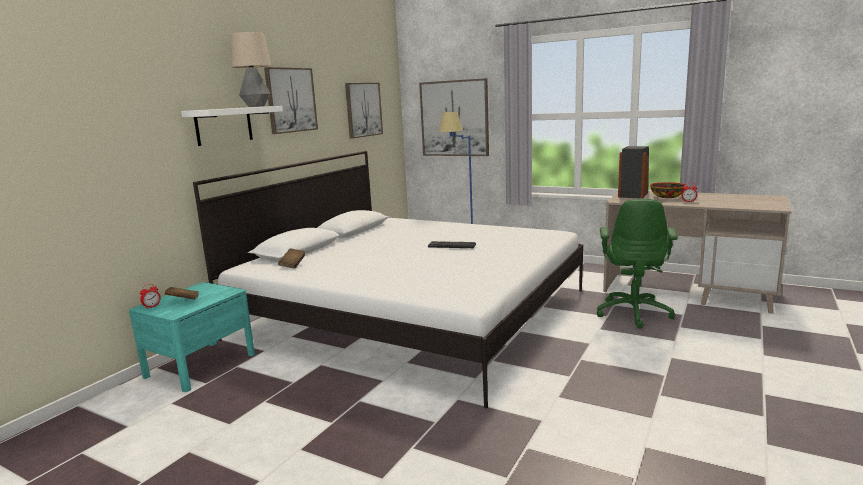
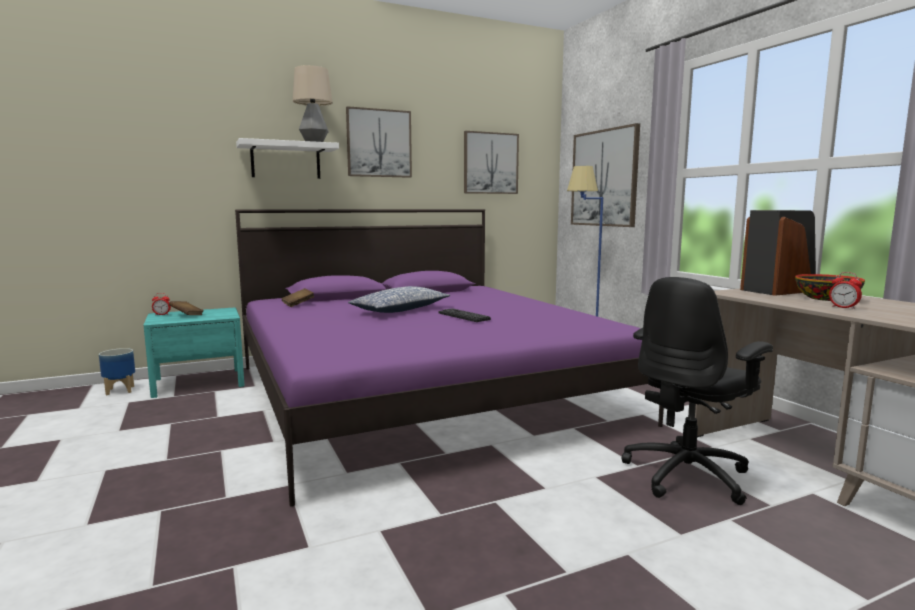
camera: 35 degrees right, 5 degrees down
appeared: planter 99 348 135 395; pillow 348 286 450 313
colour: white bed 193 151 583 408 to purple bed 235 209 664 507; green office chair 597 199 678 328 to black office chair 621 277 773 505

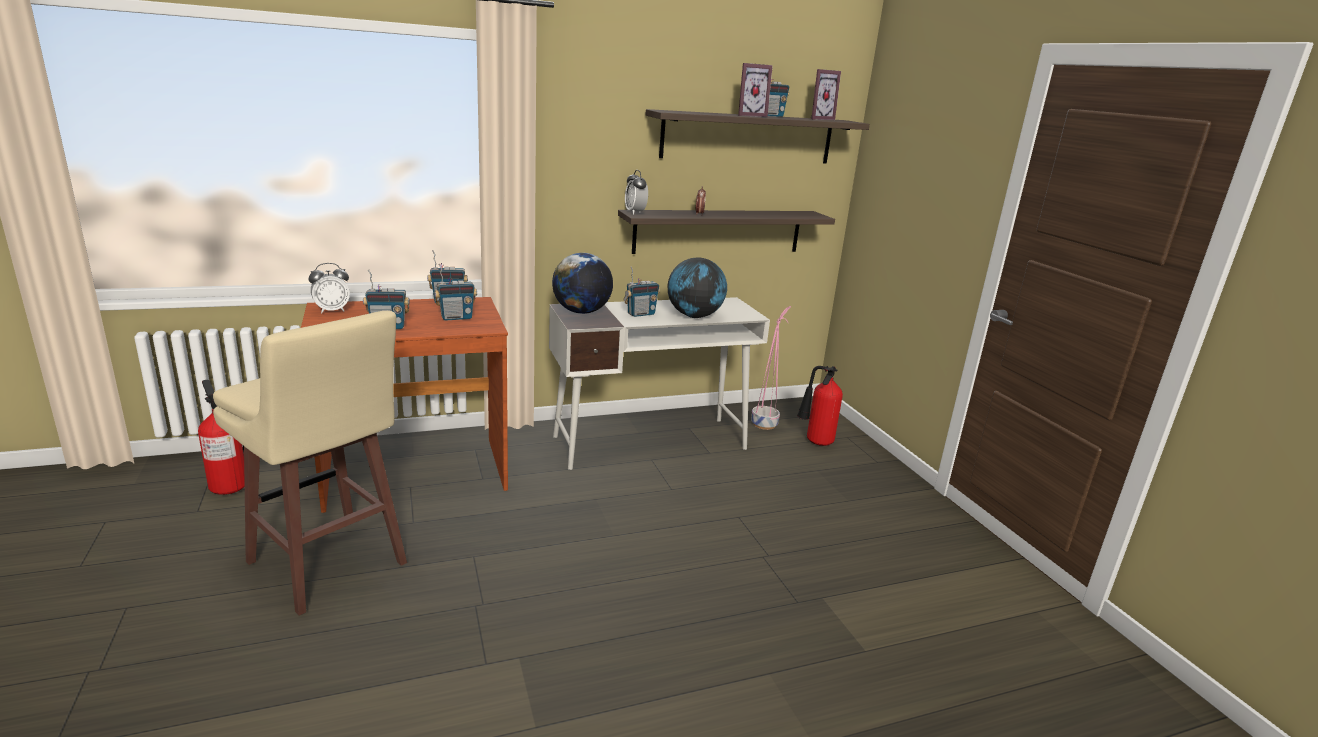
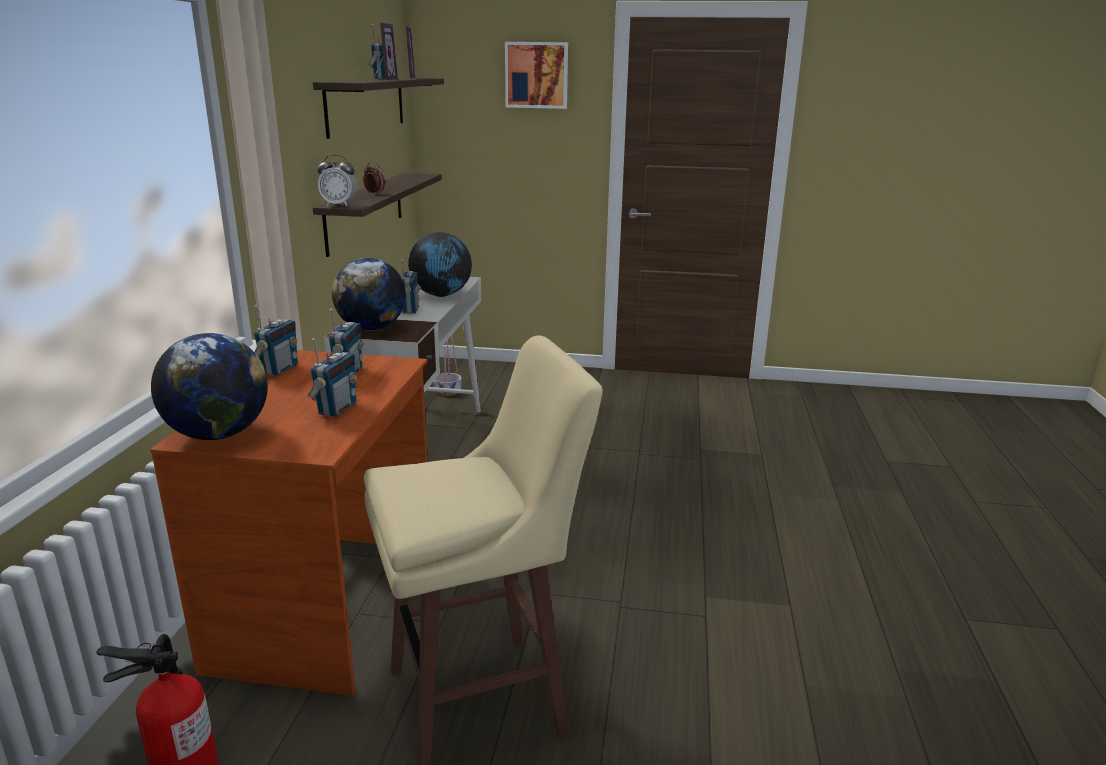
camera: 60 degrees left, 0 degrees up
missing: fire extinguisher 797 366 843 446
appeared: picture 505 42 568 109
exchanged: alarm clock 309 263 350 313 to globe 151 333 268 440

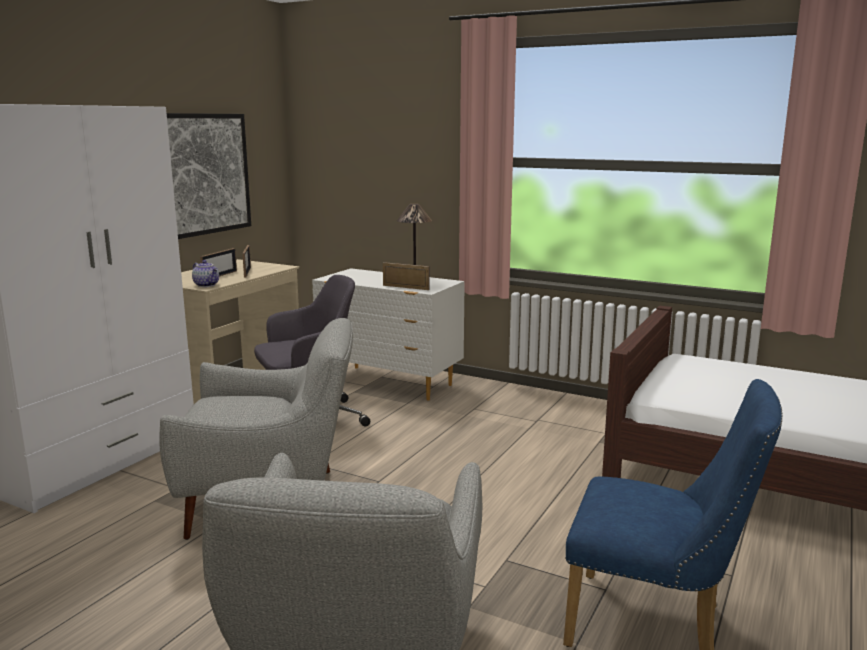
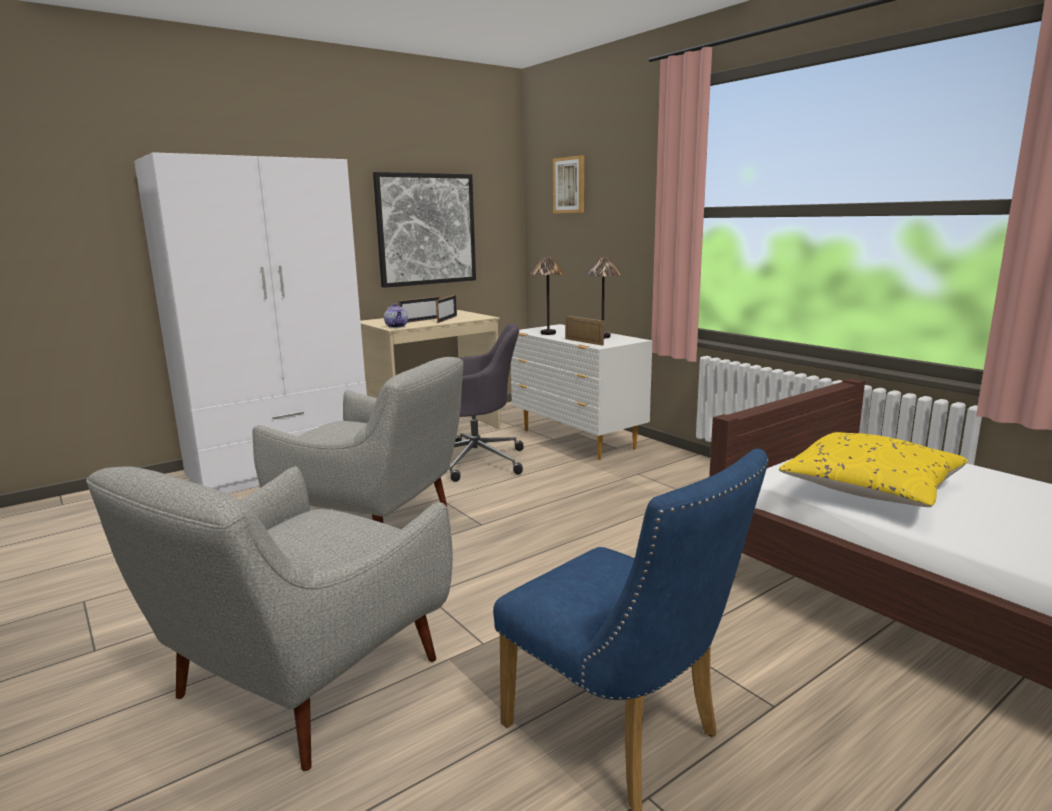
camera: 25 degrees right, 0 degrees up
appeared: table lamp 531 257 566 335; picture 553 155 584 213; yellow pillow 779 432 968 507

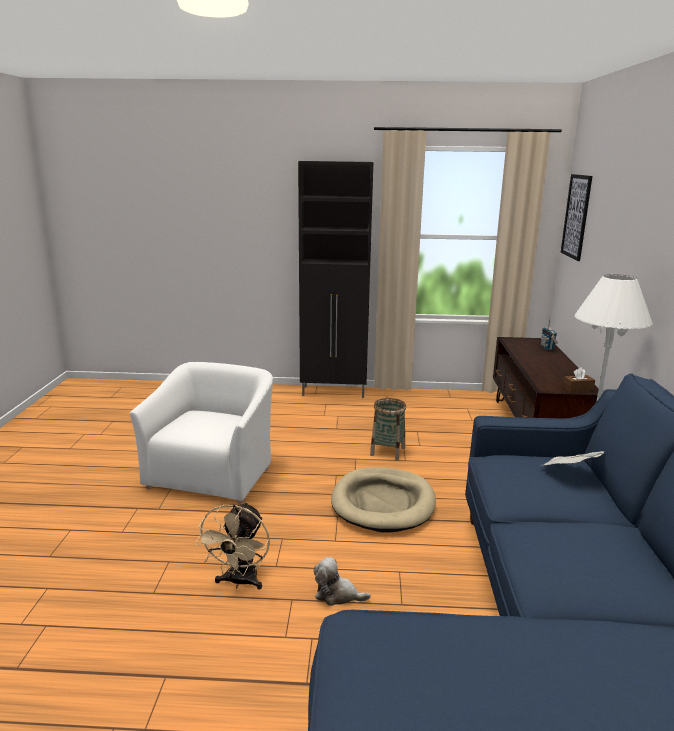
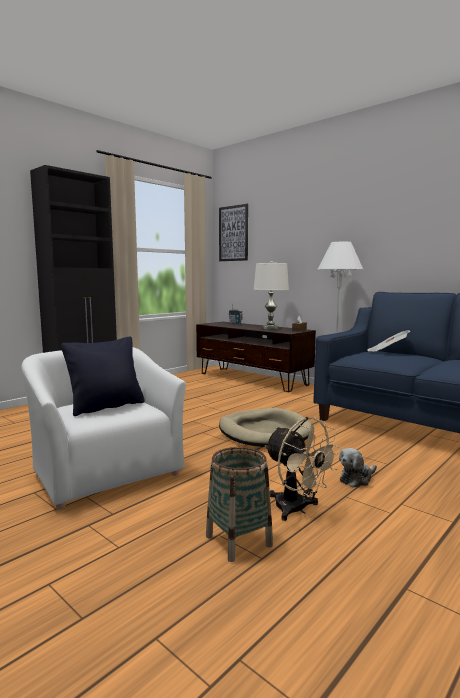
camera: 50 degrees left, 10 degrees down
appeared: black pillow 61 337 145 416; white table lamp 254 261 289 330
relocated: basket 370 398 406 460 to 206 447 273 562

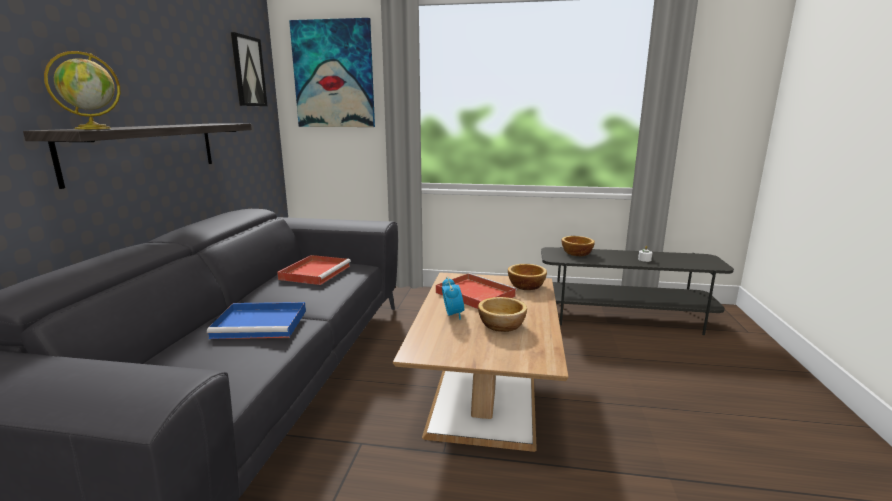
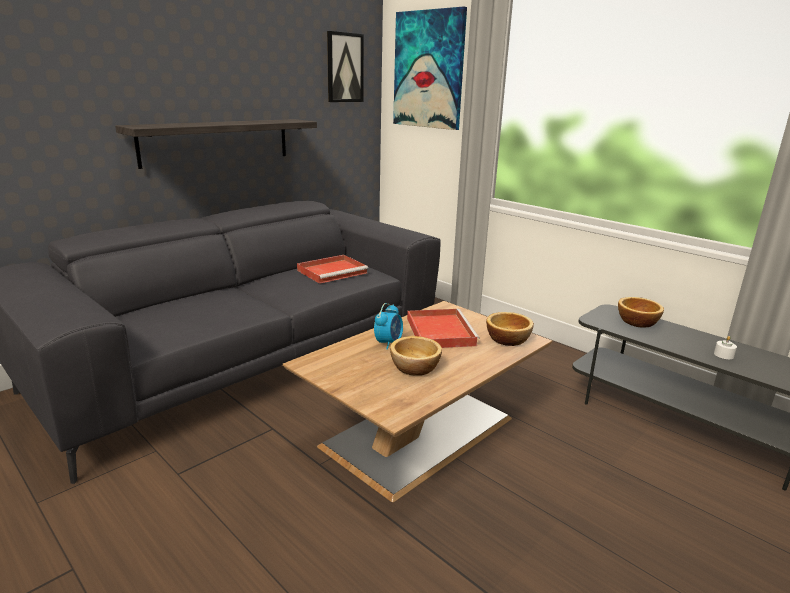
camera: 35 degrees right, 5 degrees up
missing: globe 44 51 120 129; blue tray 207 302 306 339

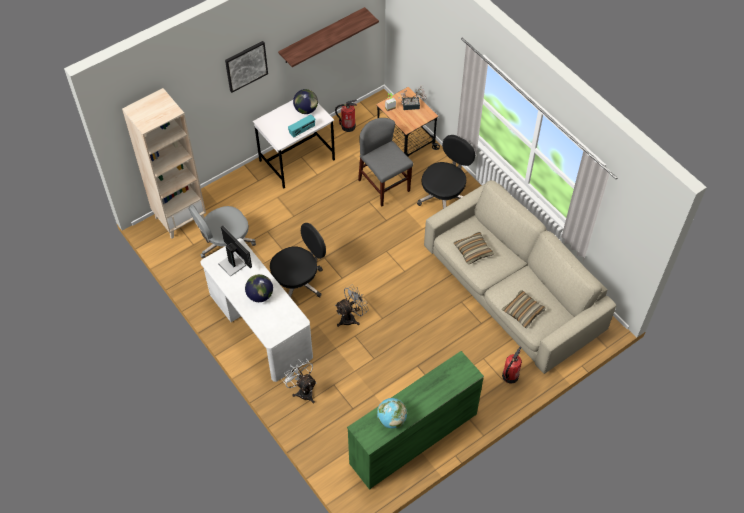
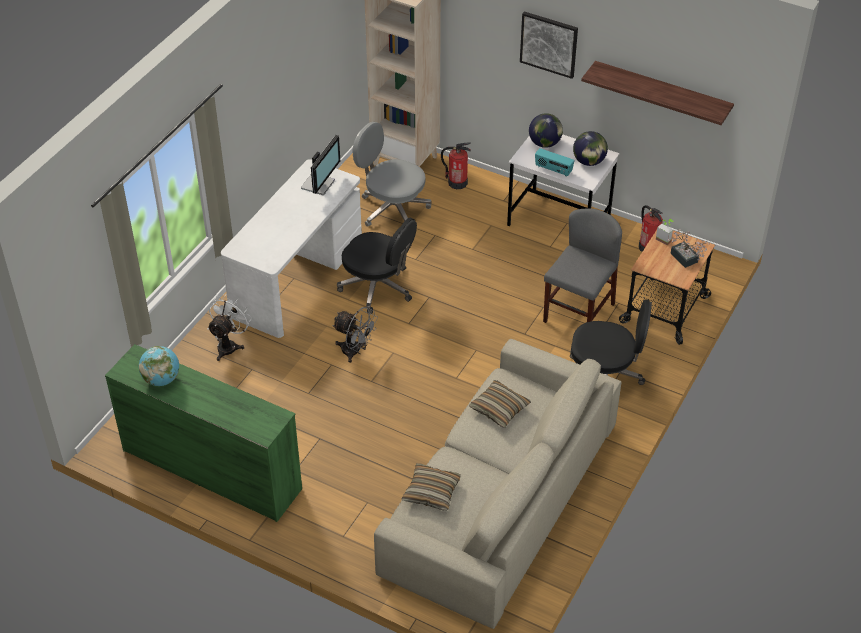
camera: 65 degrees right, 10 degrees down
relocated: fire extinguisher 502 347 522 384 to 441 142 471 189; globe 245 274 273 302 to 529 113 563 148

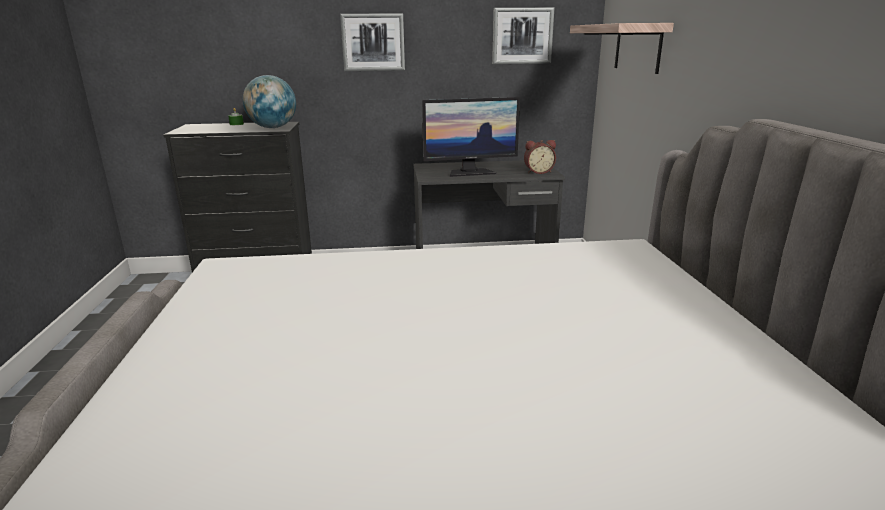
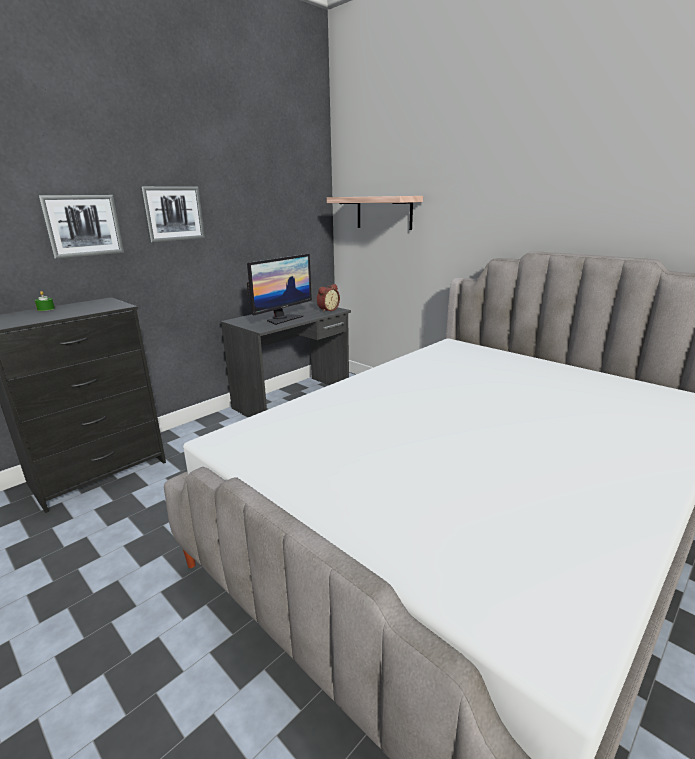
camera: 40 degrees left, 0 degrees up
missing: globe 243 75 296 128
relocated: picture 492 8 554 64 to 38 195 124 259

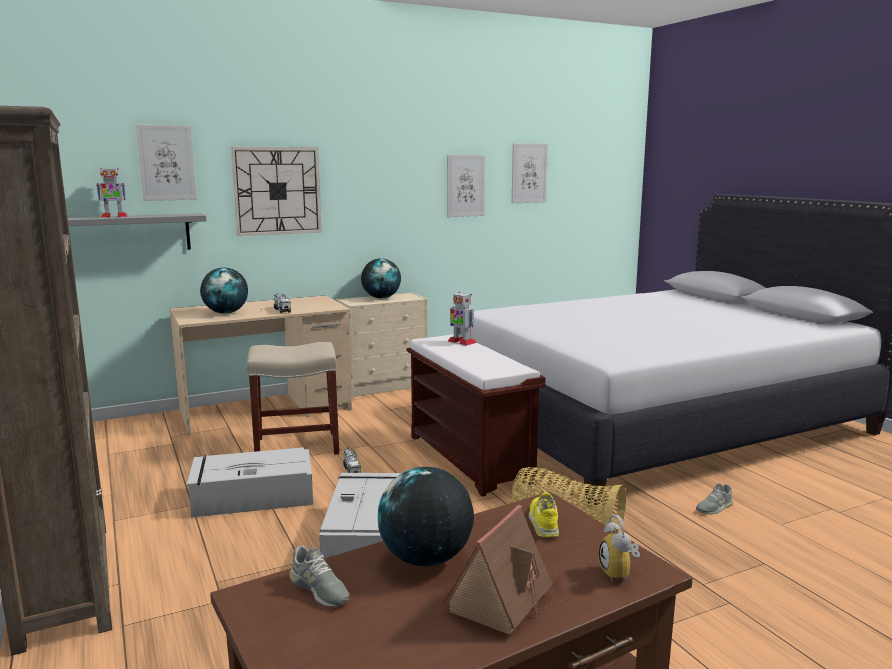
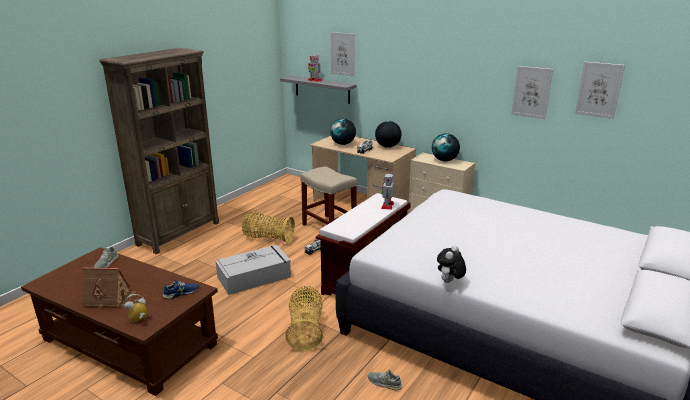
camera: 60 degrees right, 10 degrees up
missing: wall clock 231 147 322 236
appeared: plush toy 437 245 466 283
relocated: globe 378 467 474 566 to 375 121 401 148
exchanged: grey storage box 187 447 313 518 to basket 242 212 295 243
colour: yellow shoe 529 492 559 537 to blue shoe 163 279 199 299

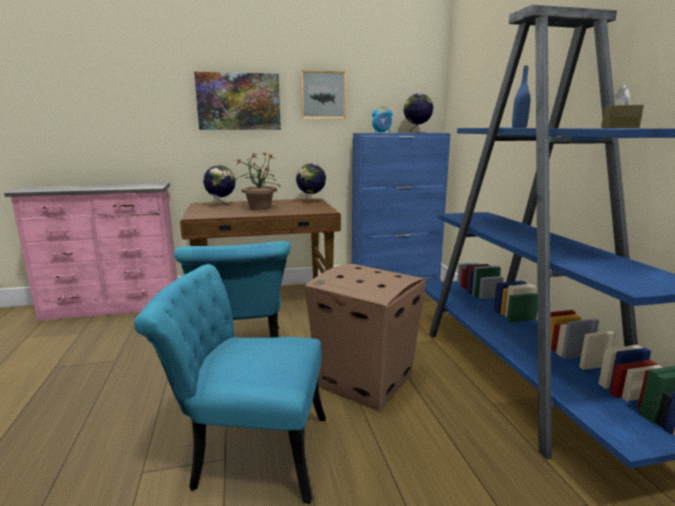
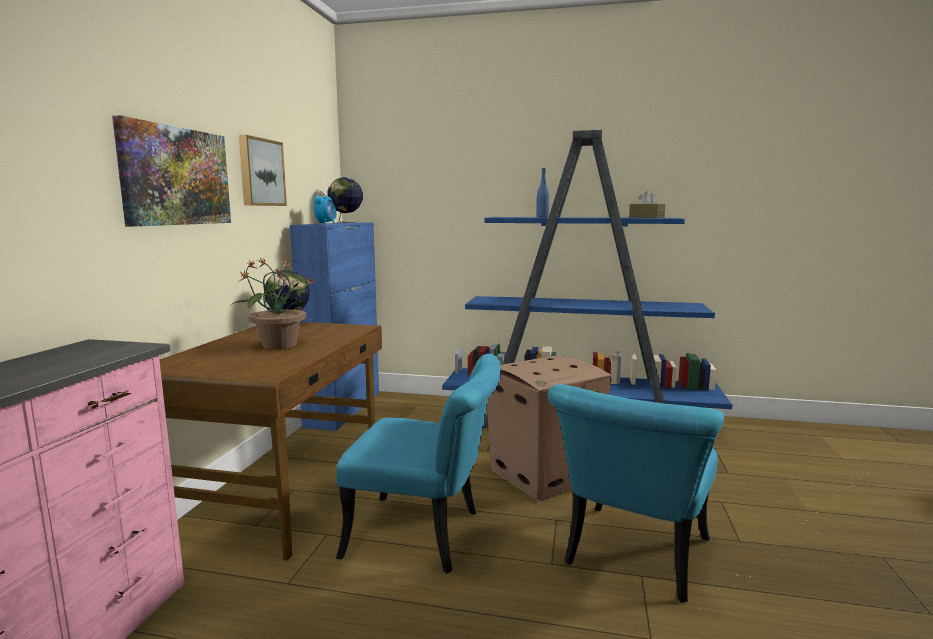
camera: 65 degrees left, 5 degrees down
missing: globe 203 165 236 208

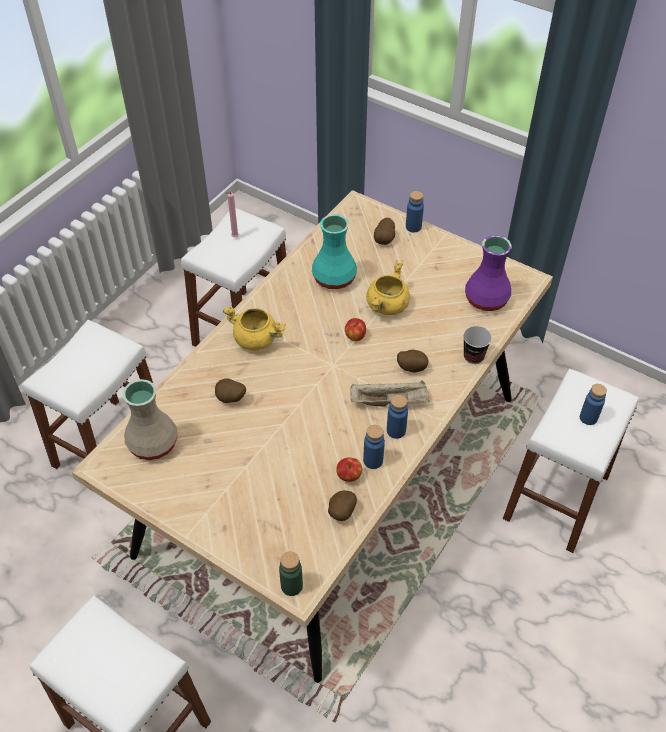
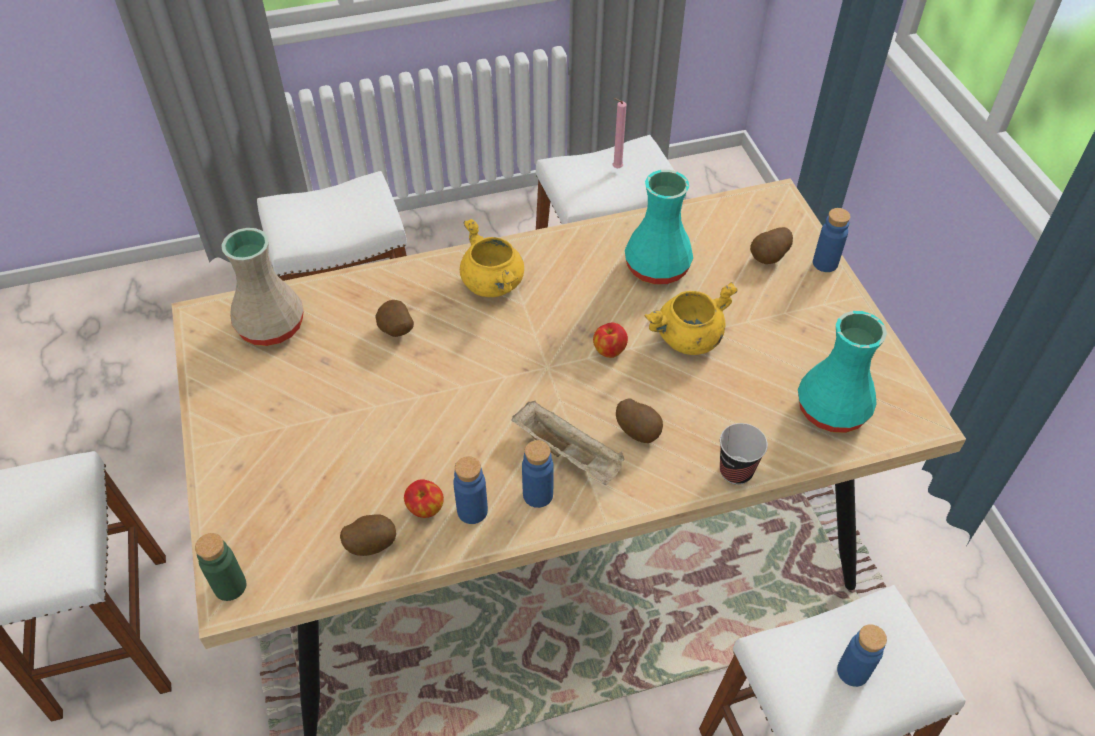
camera: 40 degrees right, 0 degrees up
colour: purple vase 465 235 511 311 to turquoise vase 798 311 887 433

